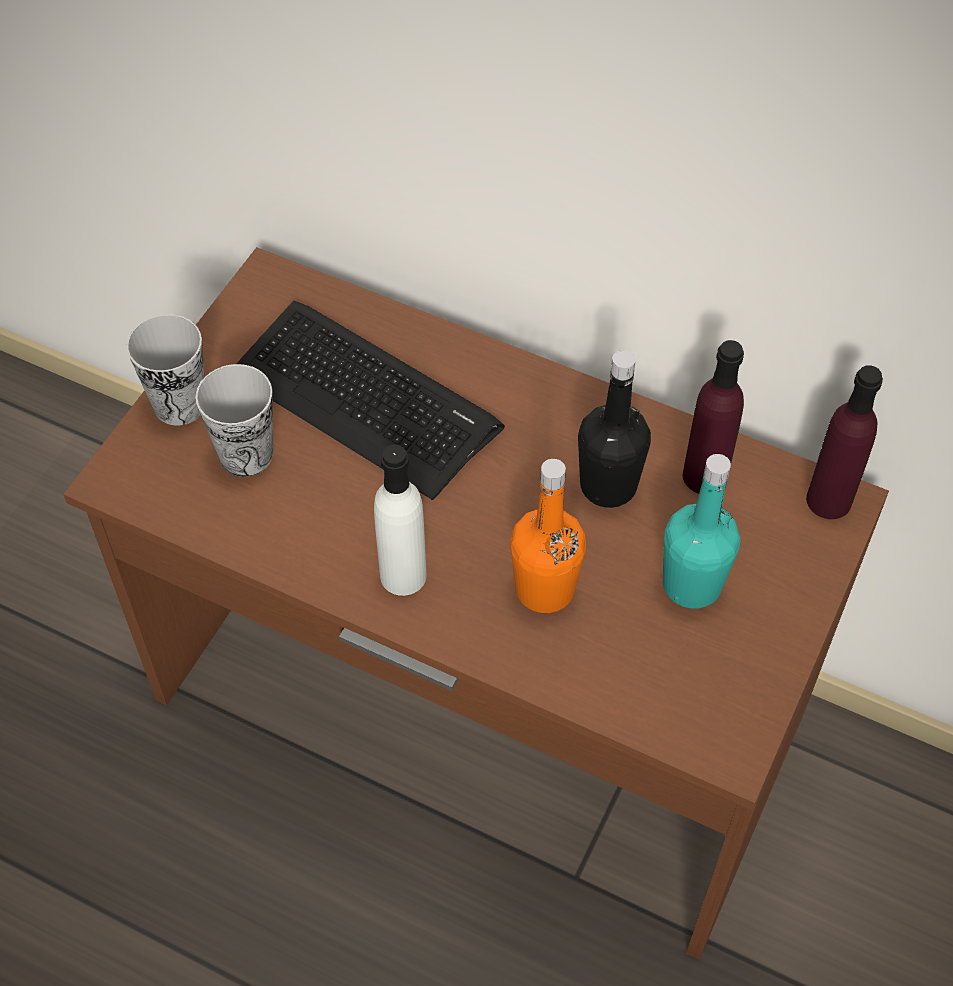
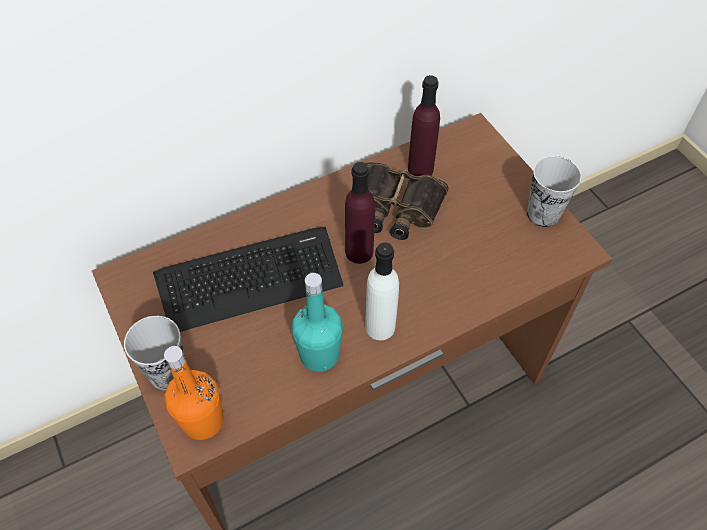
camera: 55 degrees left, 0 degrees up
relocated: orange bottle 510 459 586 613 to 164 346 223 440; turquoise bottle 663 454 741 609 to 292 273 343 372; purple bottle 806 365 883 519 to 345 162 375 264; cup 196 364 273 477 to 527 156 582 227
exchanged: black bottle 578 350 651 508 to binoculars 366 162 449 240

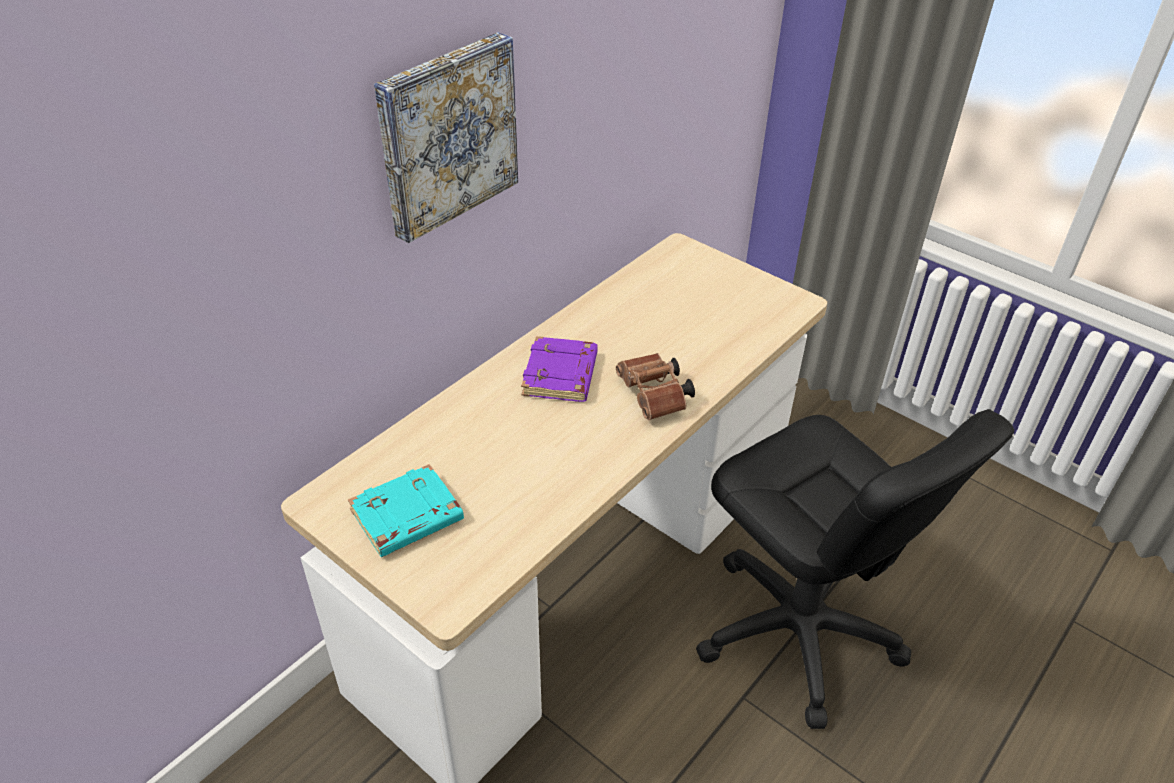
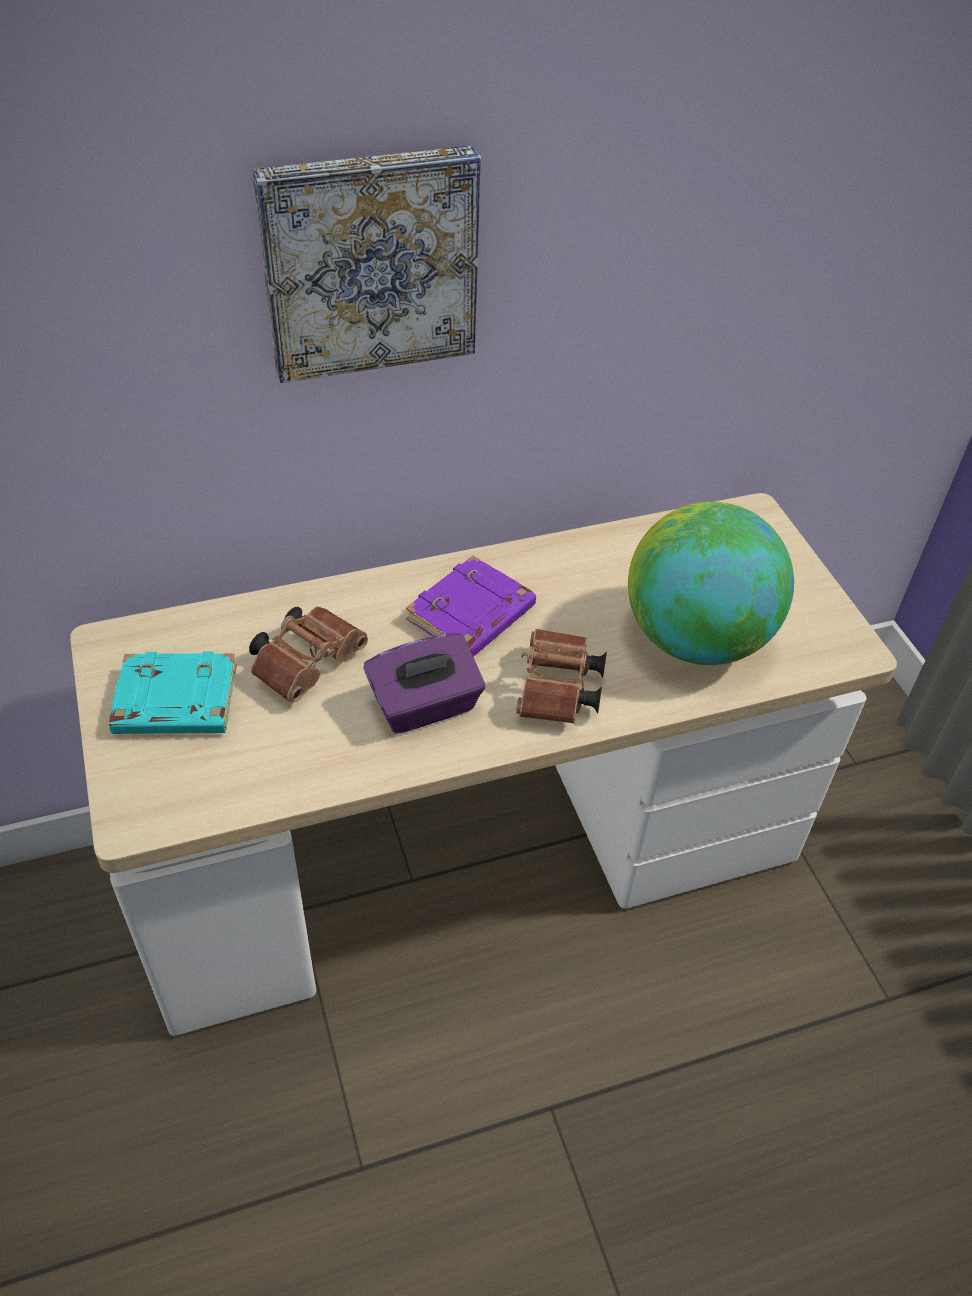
camera: 30 degrees right, 5 degrees up
missing: black office chair 696 409 1014 729
appeared: brown binoculars 249 607 368 703; purple tissue box 363 633 485 734; globe 628 502 794 665

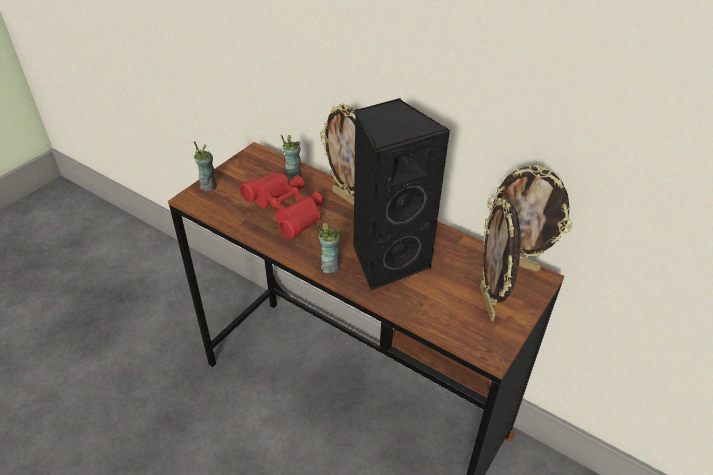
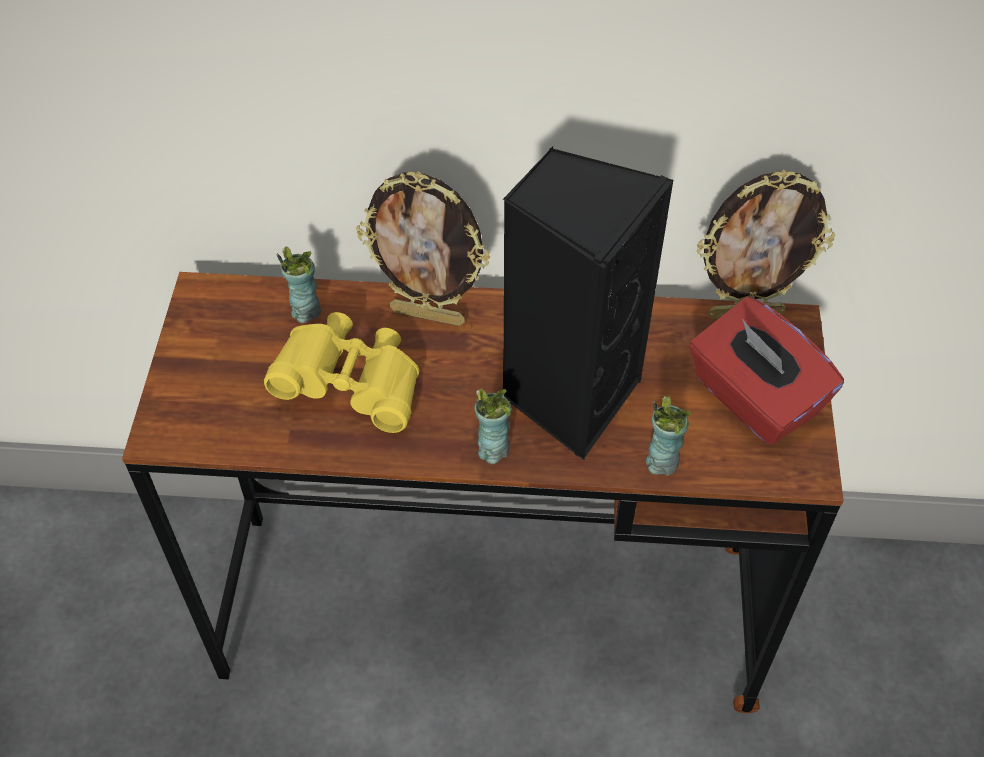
camera: 30 degrees left, 10 degrees up
relocated: cup 194 141 217 191 to 646 396 691 476
exchanged: picture frame 480 198 521 321 to red tissue box 689 296 844 445
colour: red binoculars 240 173 323 239 to yellow binoculars 264 312 419 433

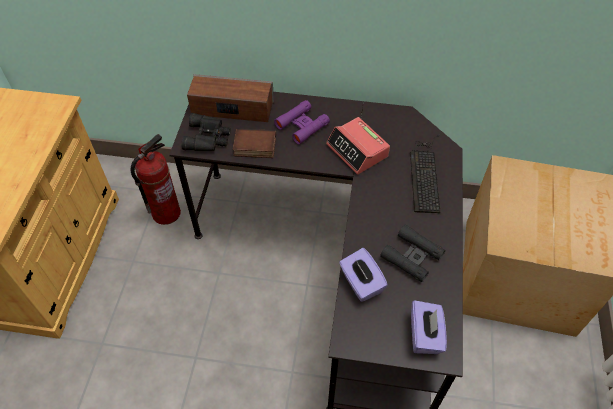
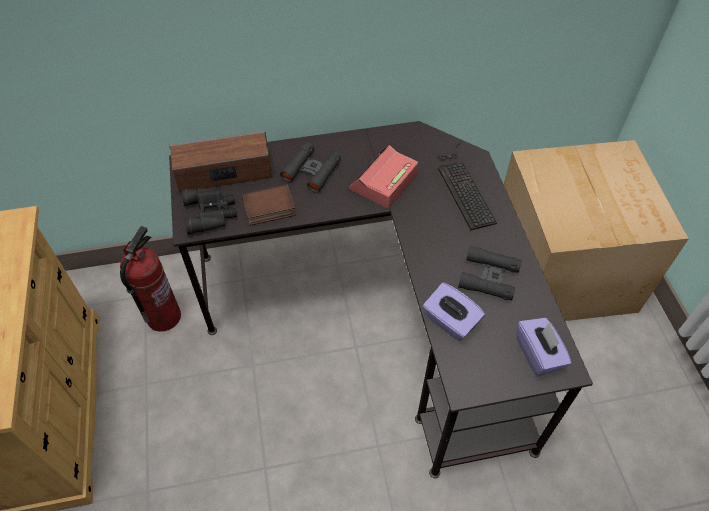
camera: 20 degrees left, 0 degrees up
colour: purple binoculars 274 100 330 144 to black binoculars 280 142 341 193
spun: alarm clock 326 117 390 174 = 349 145 418 208 90 degrees clockwise

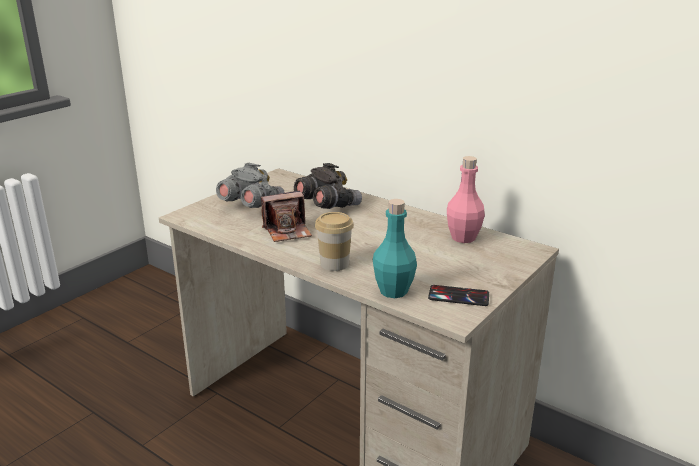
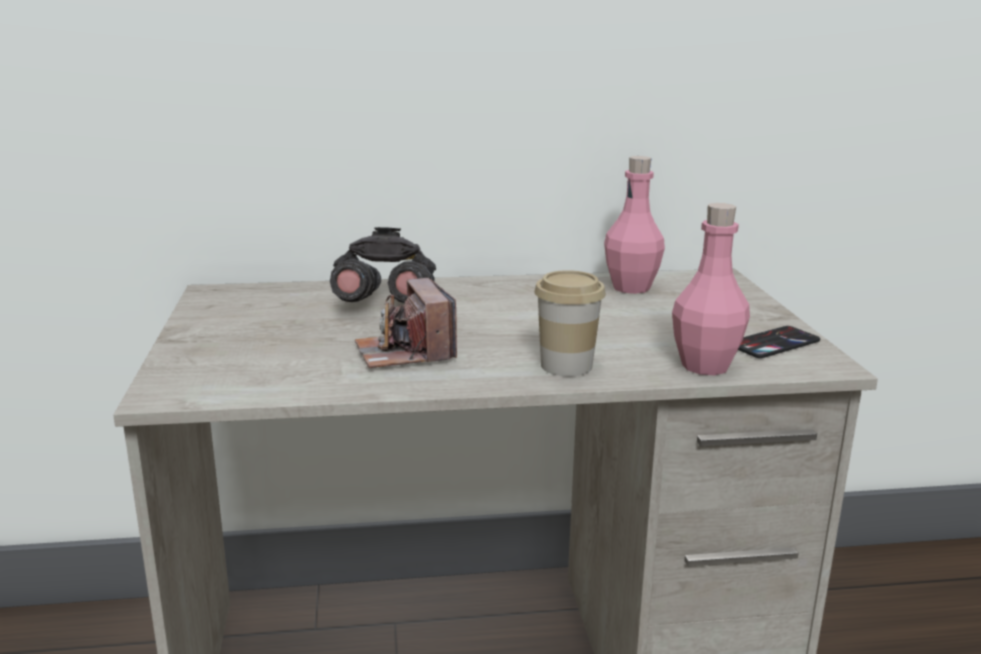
camera: 45 degrees left, 5 degrees down
missing: grey binoculars 216 163 285 208
colour: turquoise bottle 373 199 417 298 to pink bottle 672 203 750 375
spun: photo camera 261 190 312 242 = 355 278 457 368 135 degrees clockwise

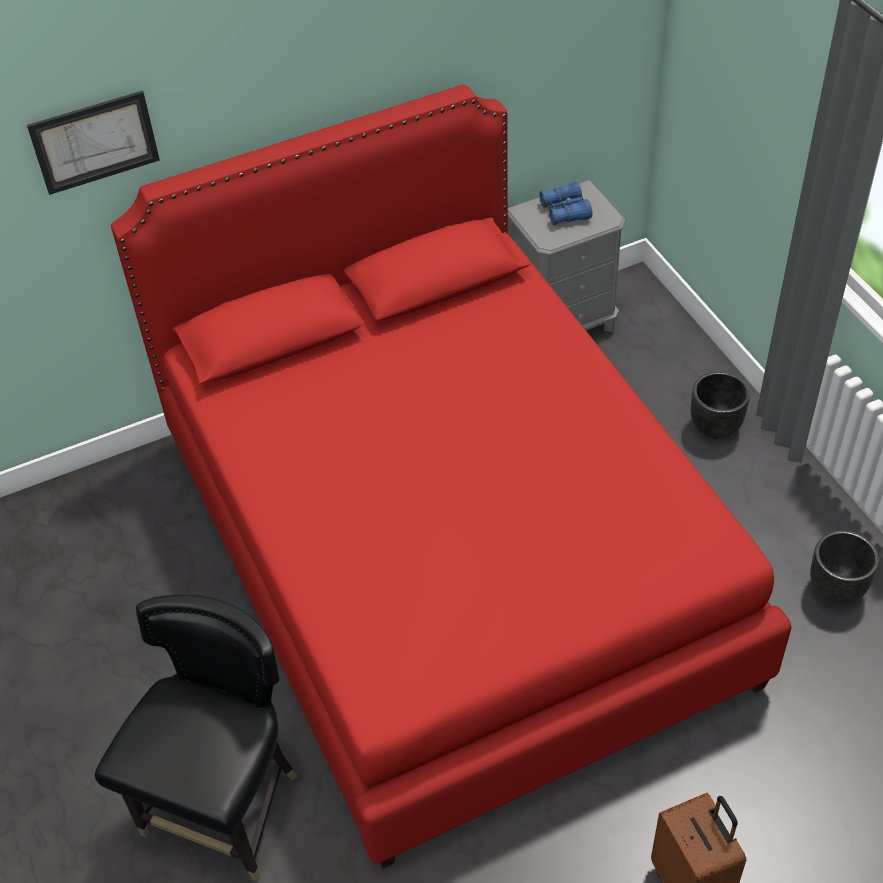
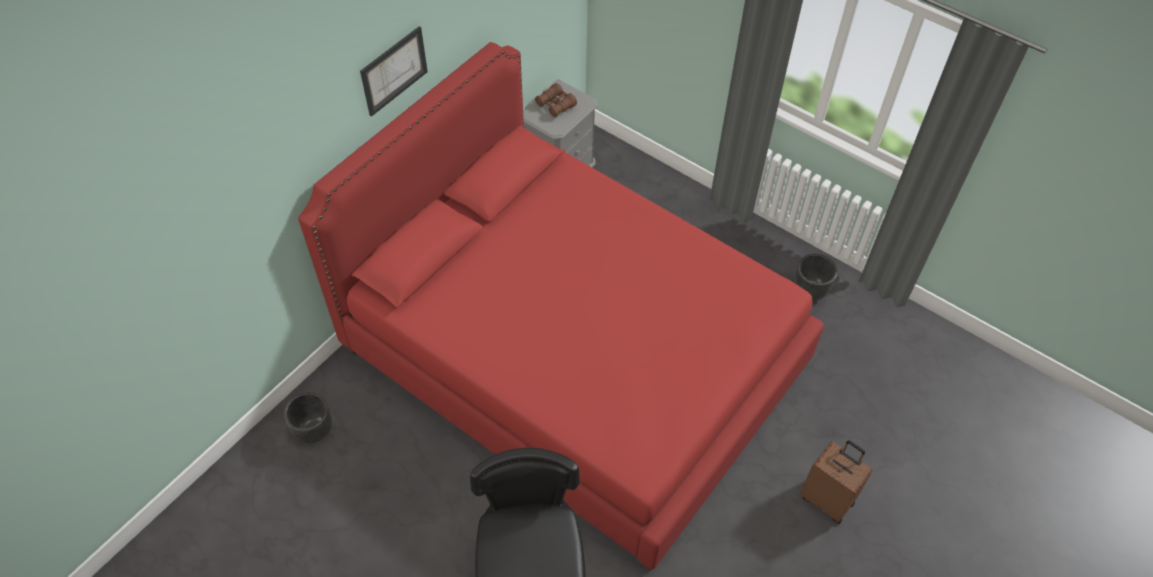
camera: 30 degrees left, 5 degrees up
relocated: black planter 691 371 750 439 to 284 392 332 443; picture 27 91 160 195 to 360 26 428 117
colour: blue binoculars 540 182 592 226 to brown binoculars 535 83 577 117

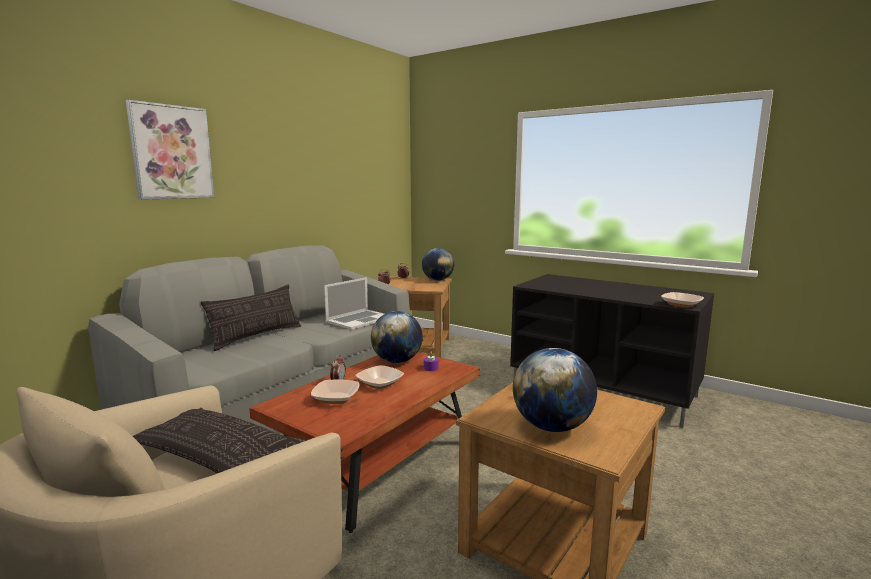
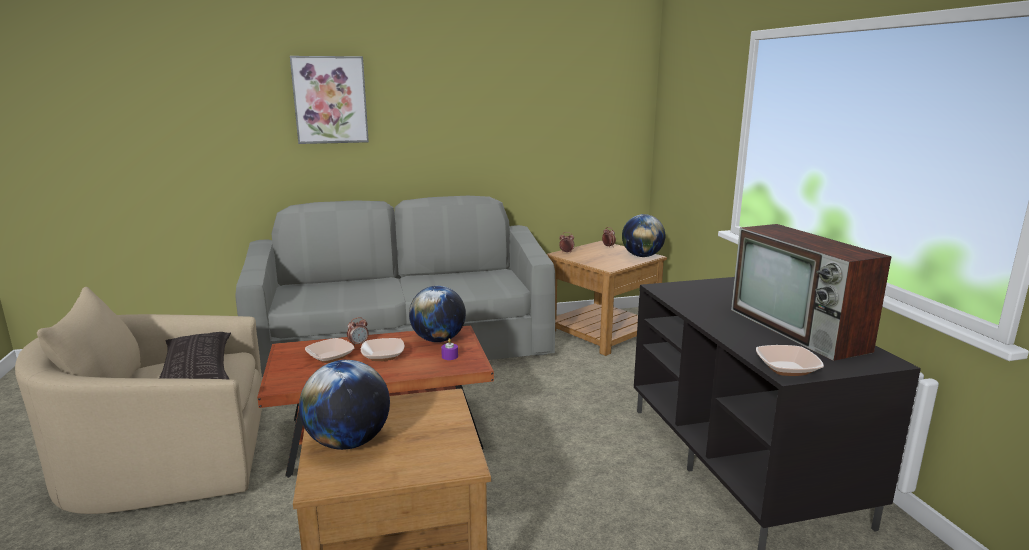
camera: 40 degrees right, 5 degrees up
missing: pillow 201 284 301 351; laptop 324 277 384 330
appeared: television 731 224 892 361

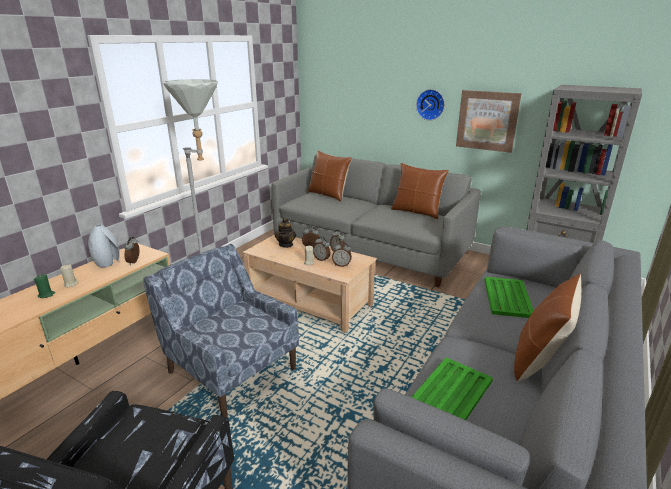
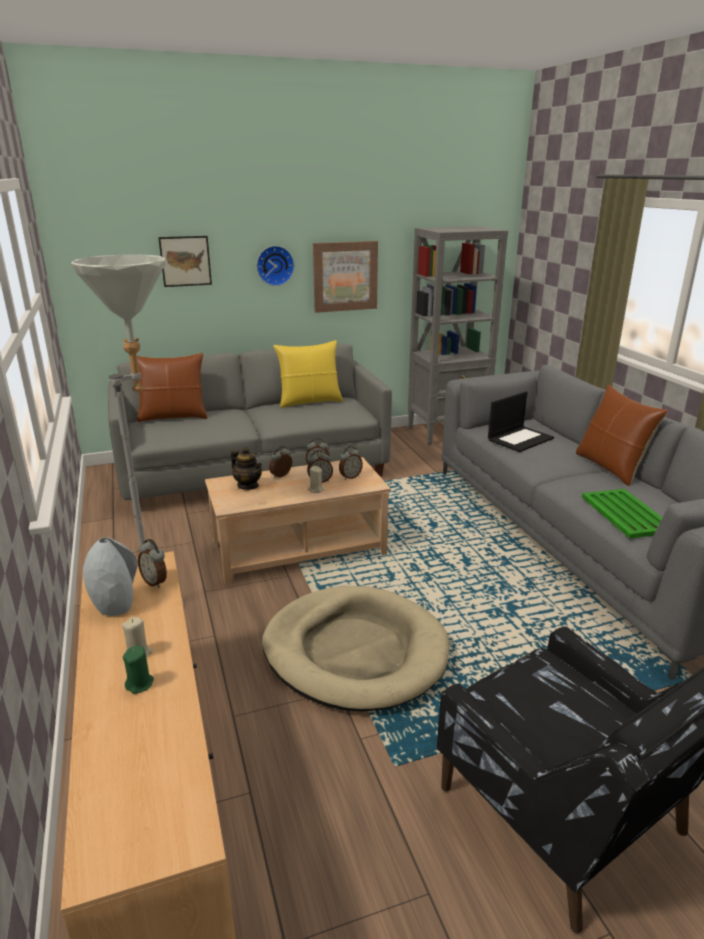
camera: 50 degrees left, 0 degrees up
appeared: picture 158 236 212 287
exchanged: blue armchair 143 244 299 418 to beige dog bed 262 586 450 712; green tray 484 277 534 318 to laptop 488 391 554 452
colour: brown pillow 391 163 449 219 to yellow pillow 273 340 343 408

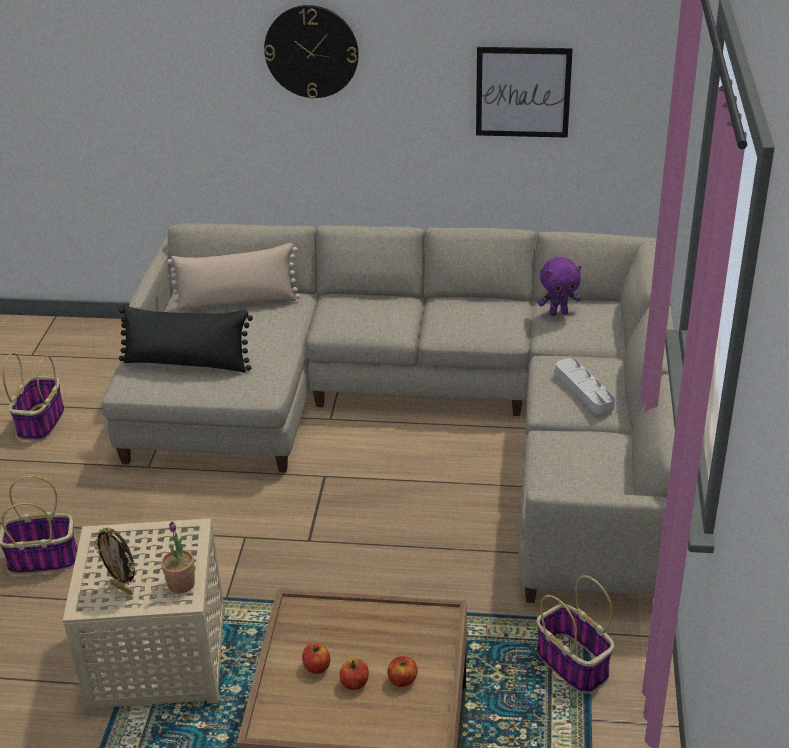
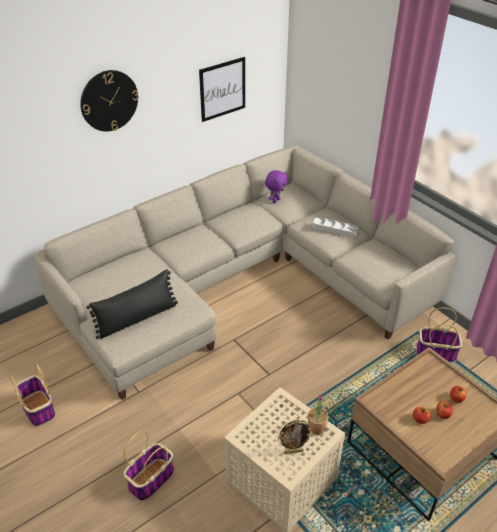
camera: 45 degrees left, 5 degrees up
missing: beige pillow 167 243 300 311

